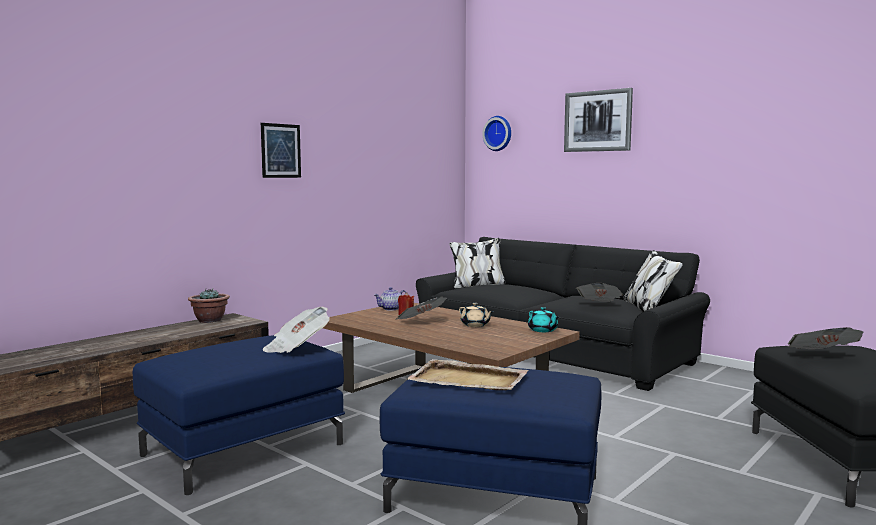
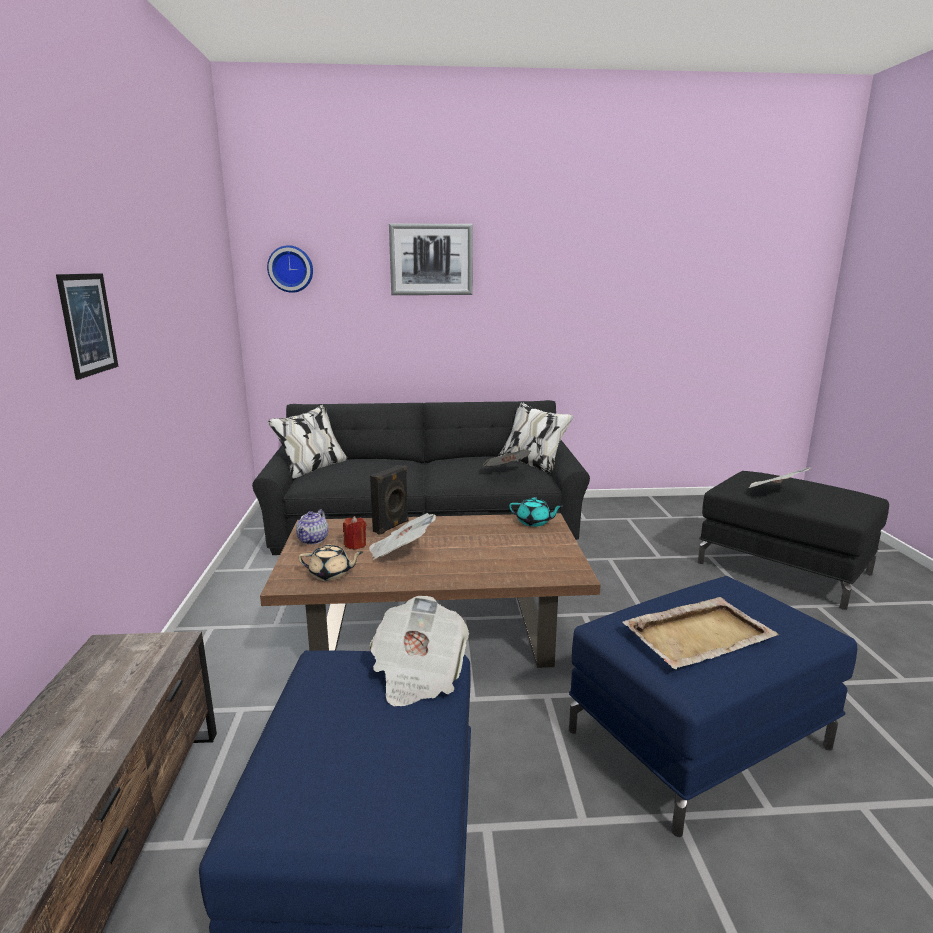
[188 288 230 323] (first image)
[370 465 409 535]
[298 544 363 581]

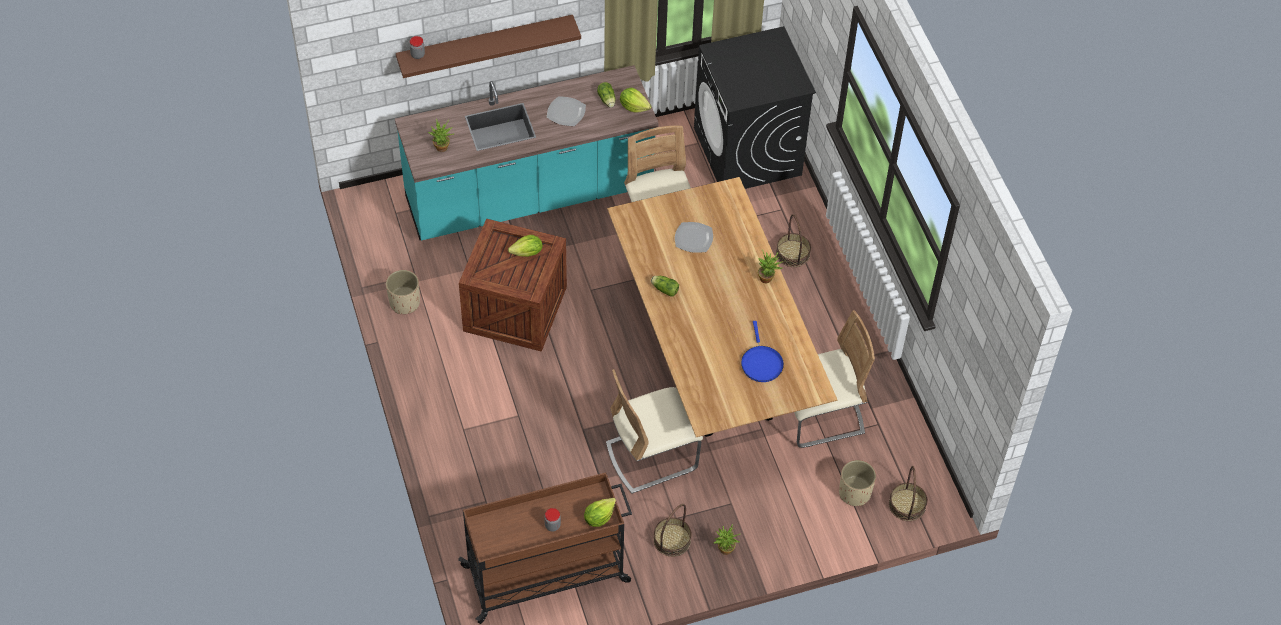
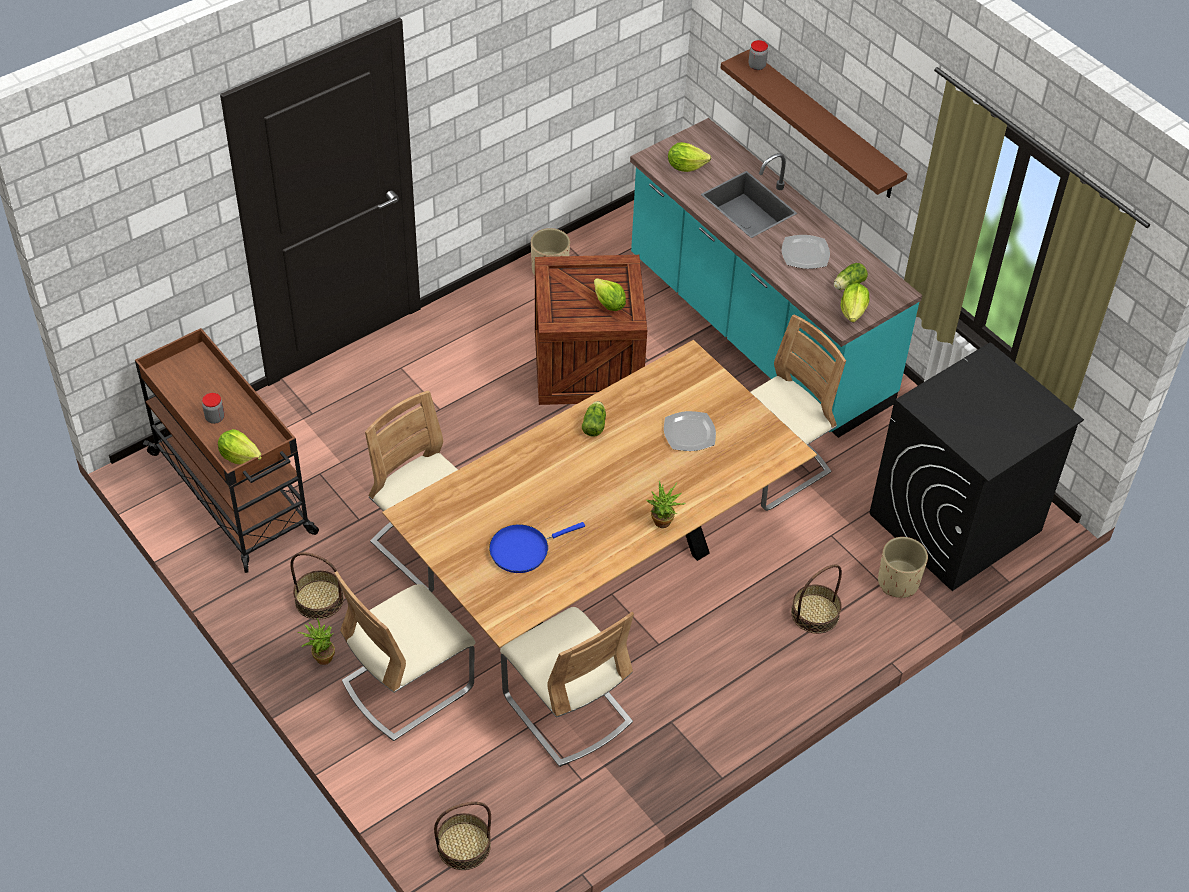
[335 571 475 741]
[878 537 928 598]
[668 142 711 172]

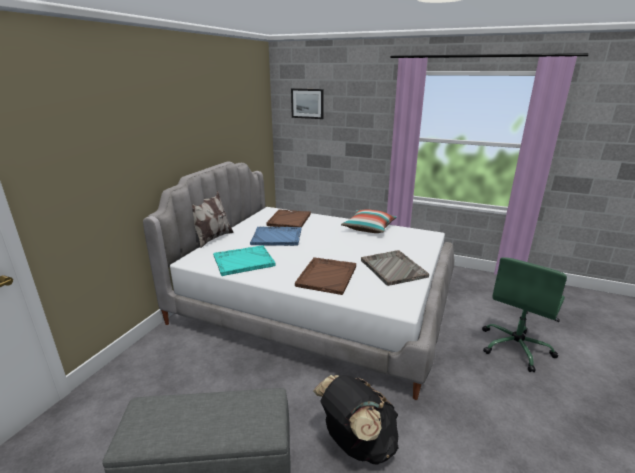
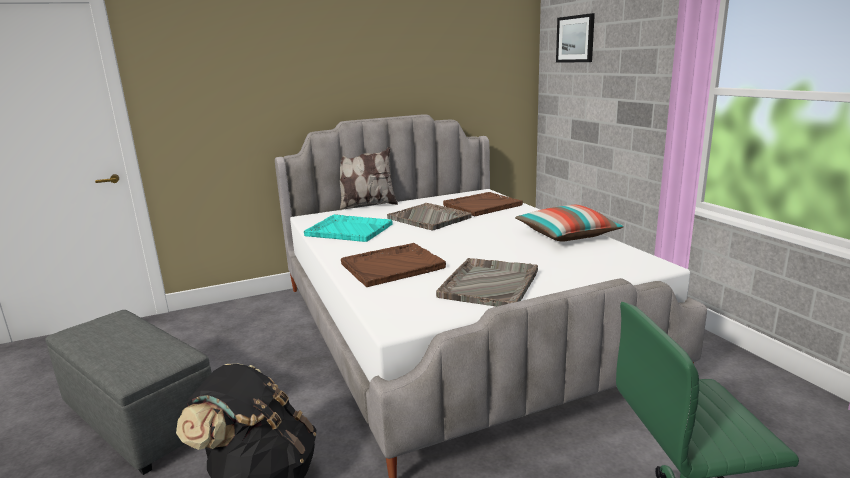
[387 203 472 231]

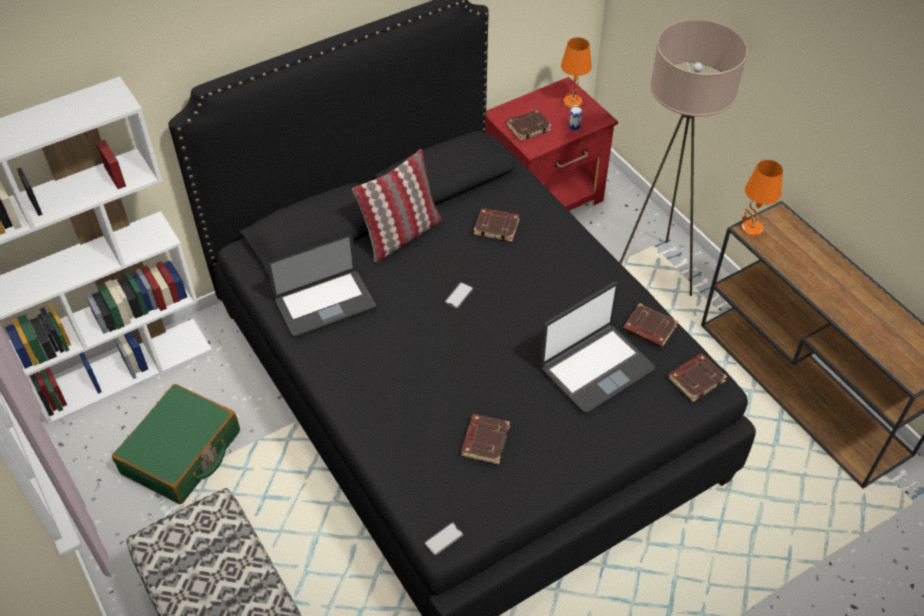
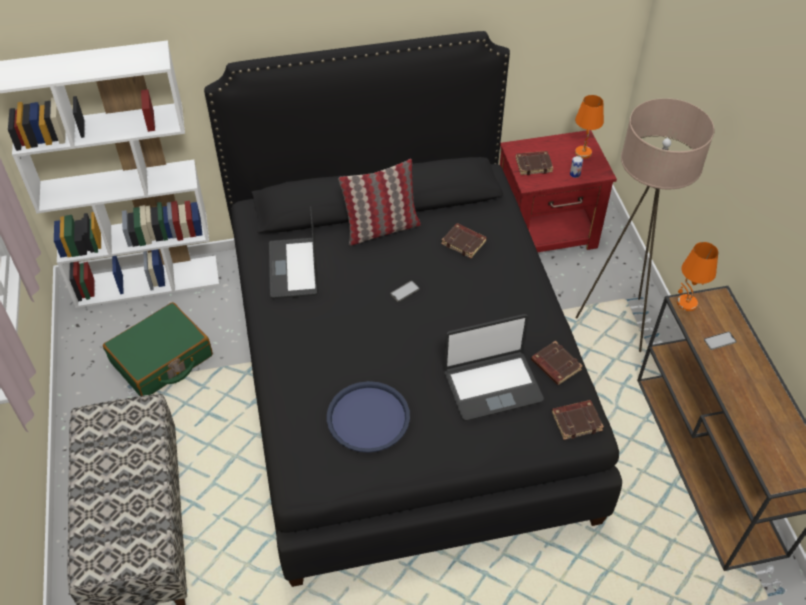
[704 331 737 350]
[327 381 410 453]
[269 206 318 299]

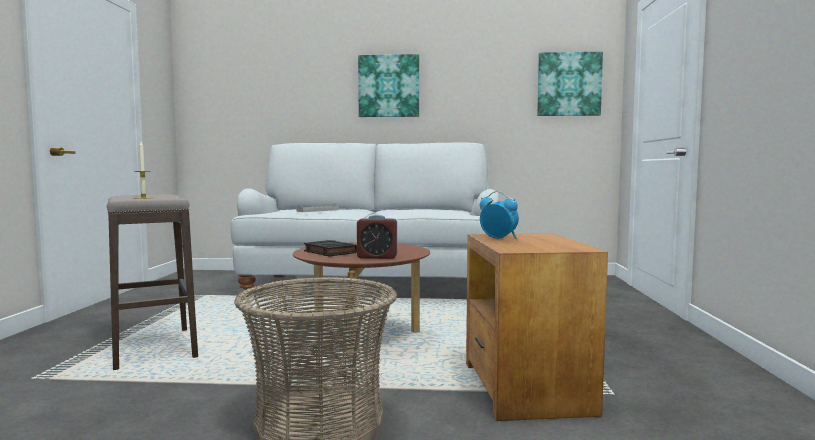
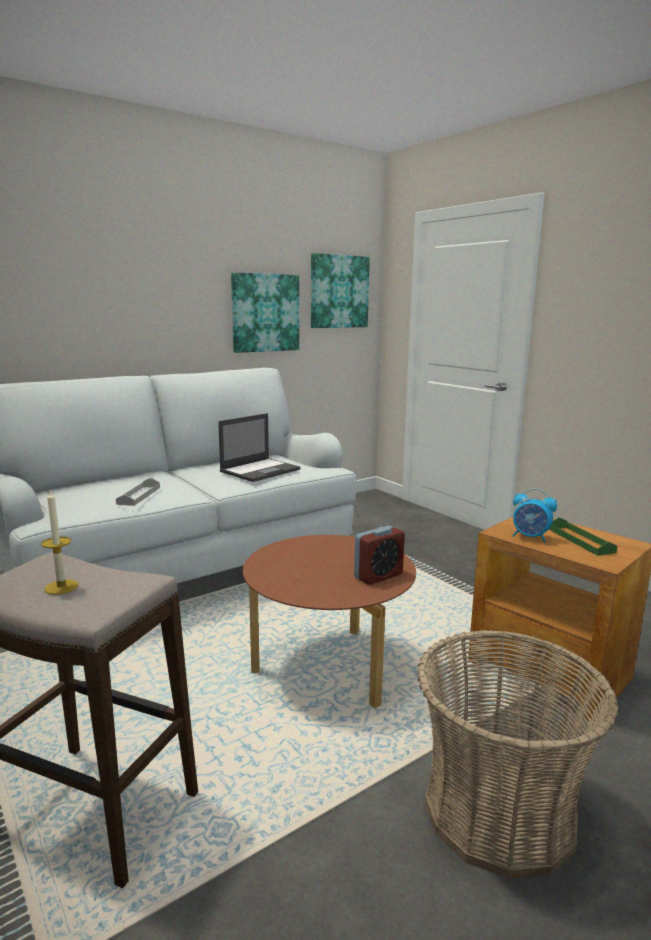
[304 240 357 257] (first image)
[218 413 301 482]
[549 517 617 556]
[231 272 299 353]
[513 488 557 543]

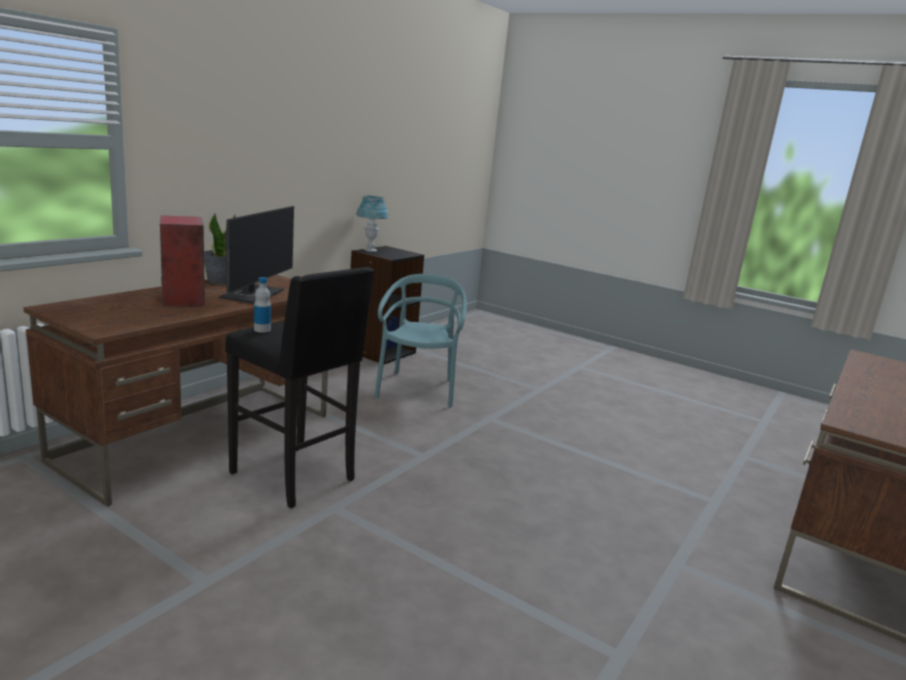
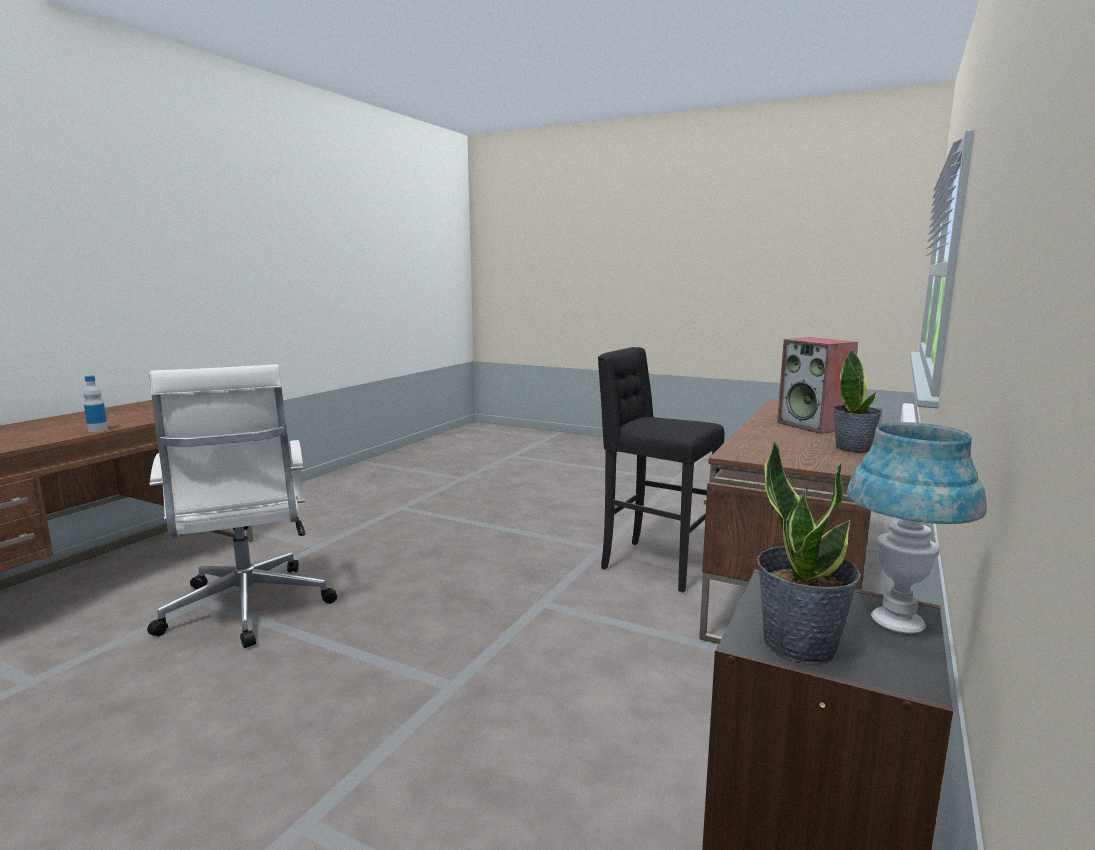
[219 206 294 304] (first image)
[375 274 467 408] (first image)
[147 364 337 648]
[757 440 861 665]
[83 375 108 432]

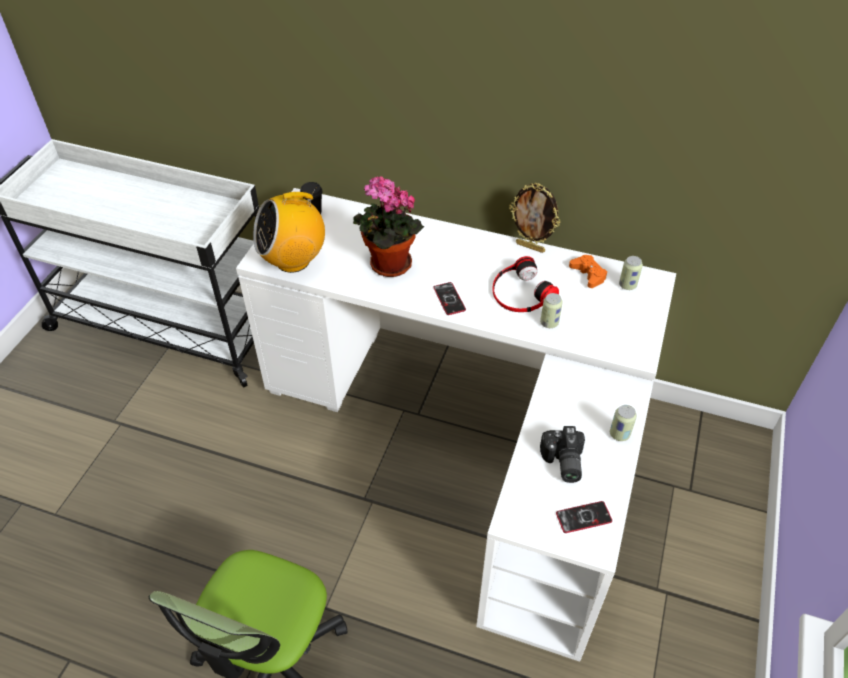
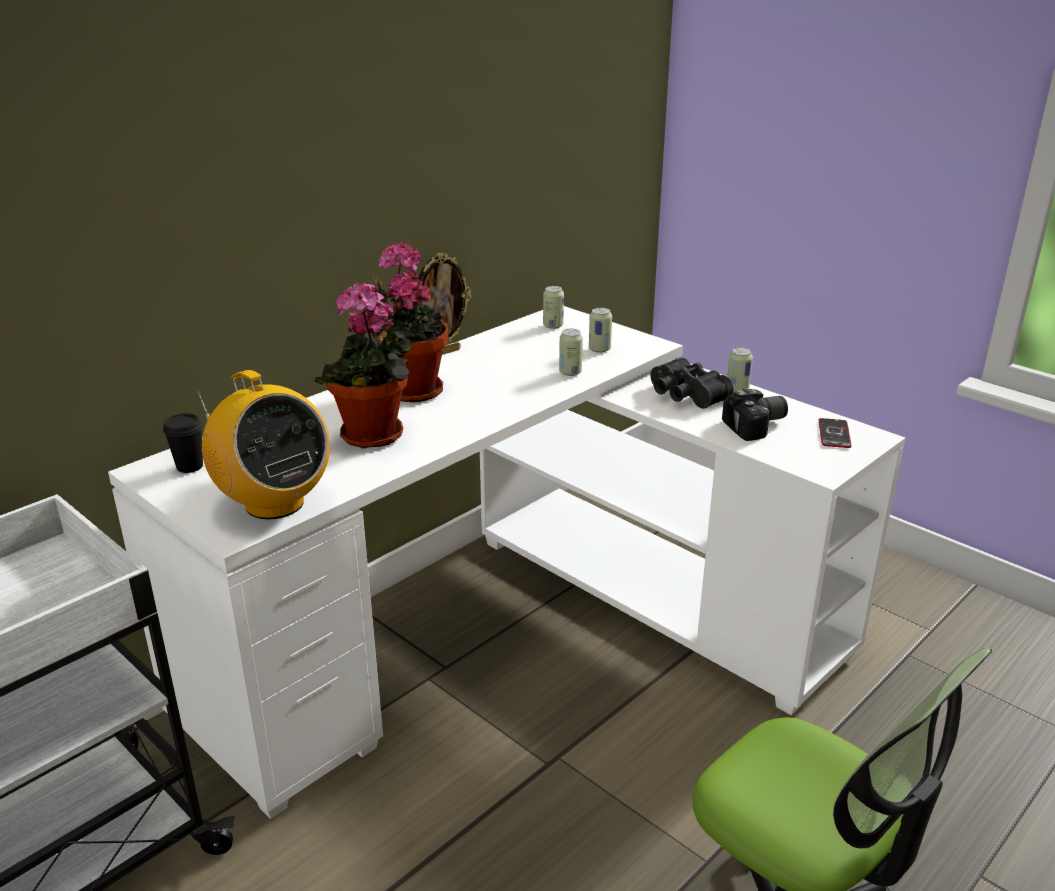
[433 282 466 315] (first image)
[492 256 559 312] (first image)
[569 255 607 288] (first image)
[372 242 449 402]
[589 308 612 353]
[650 358 734 409]
[197 370 330 519]
[722 389 788 441]

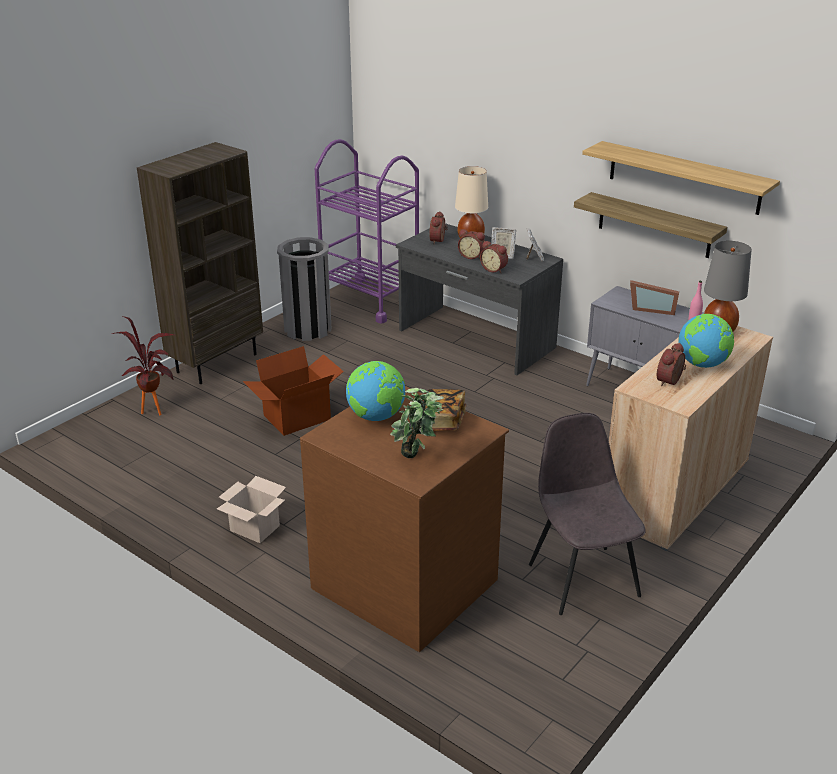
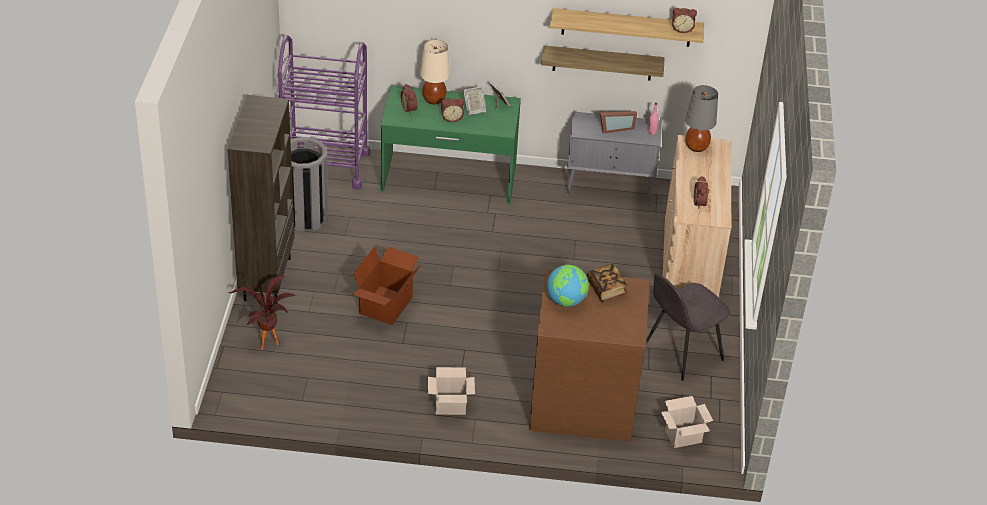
[390 388 444 458] (first image)
[678 314 734 368] (first image)
[661 396 713 448]
[672 8 697 33]
[381 85 521 205]
[646 273 730 381]

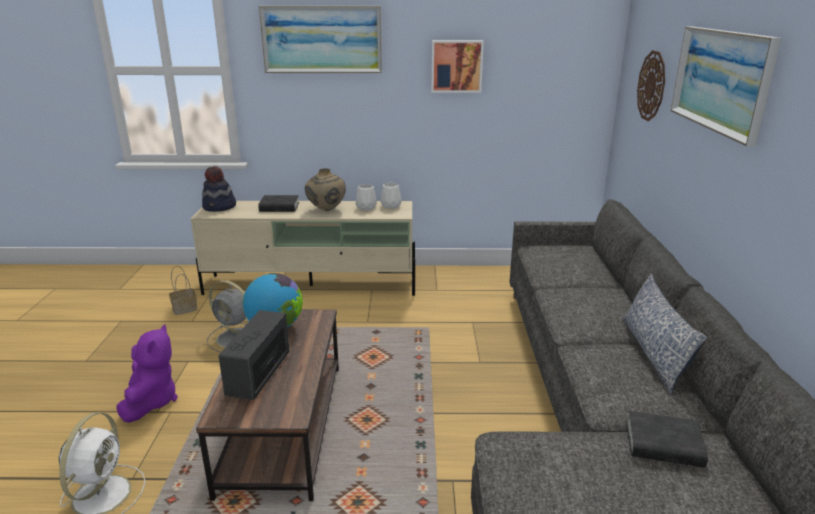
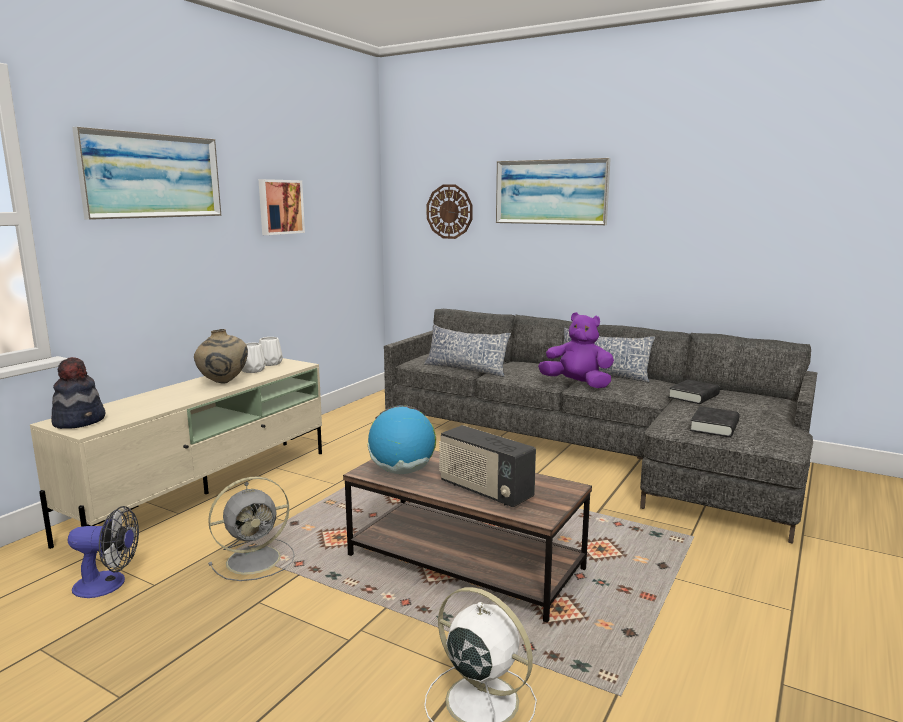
[424 324 511 377]
[538 312 614 388]
[690 406 740 437]
[68 506 139 598]

